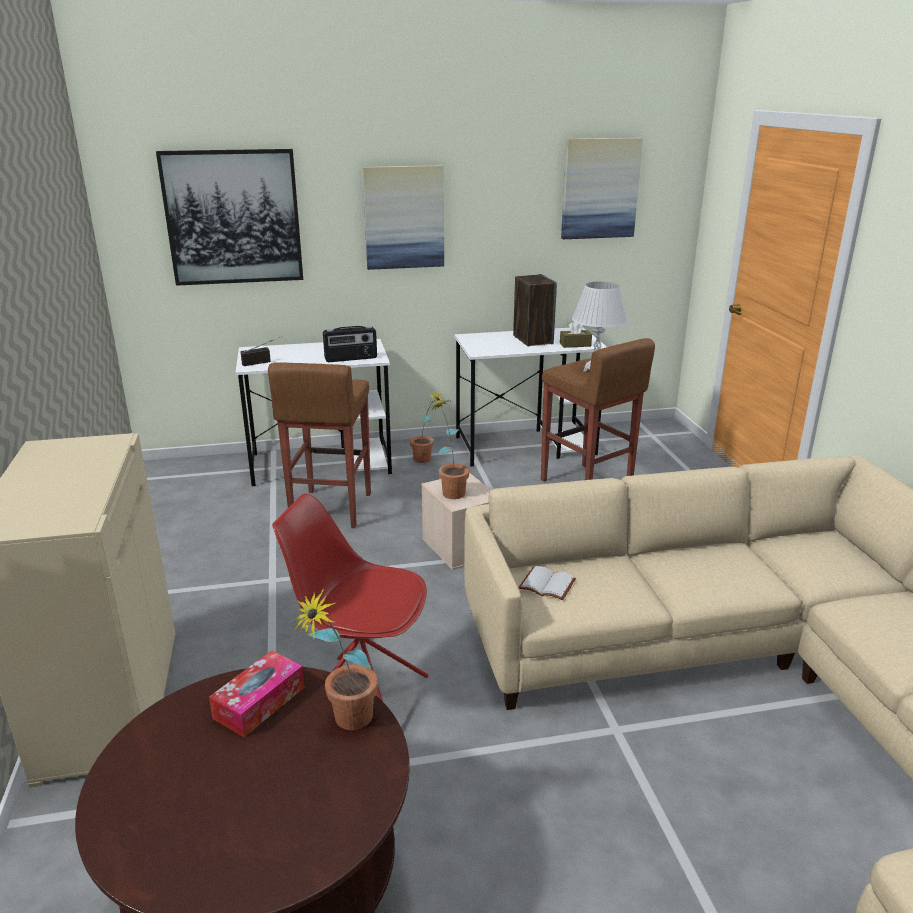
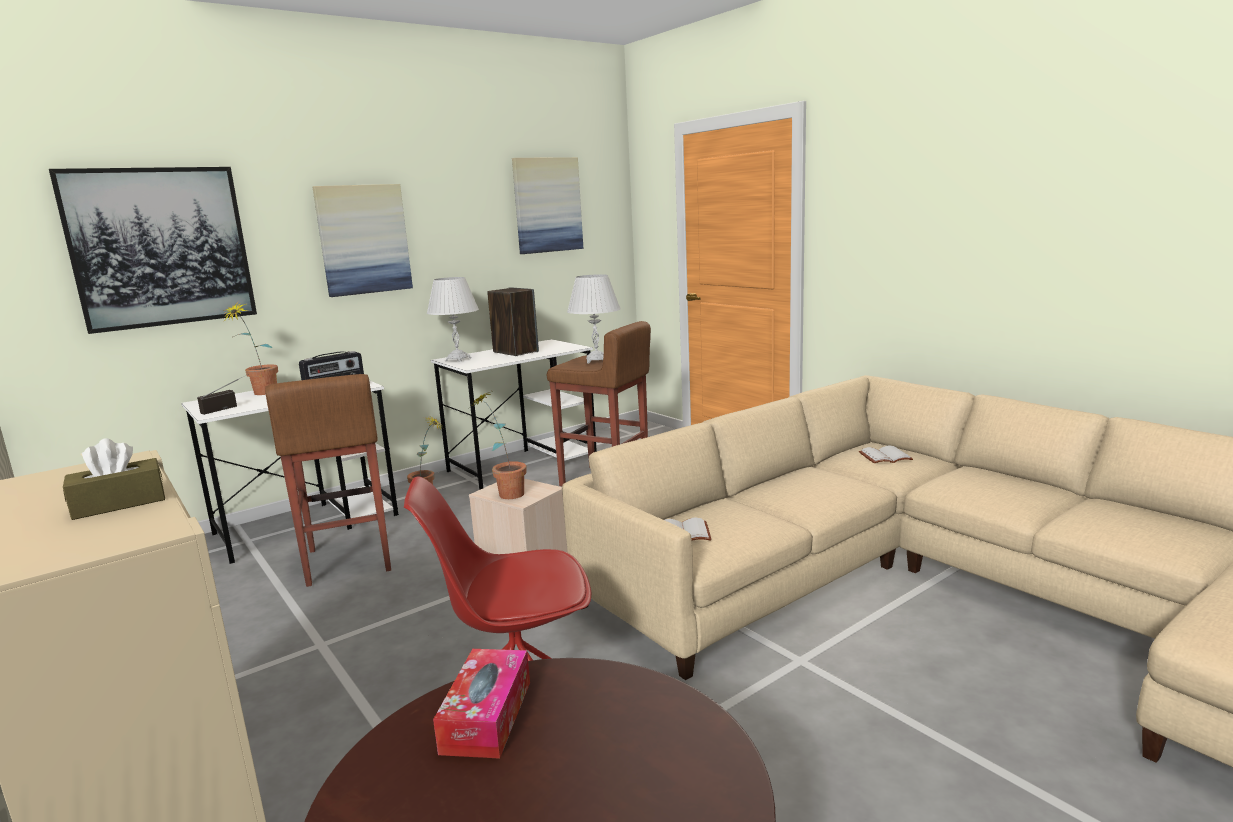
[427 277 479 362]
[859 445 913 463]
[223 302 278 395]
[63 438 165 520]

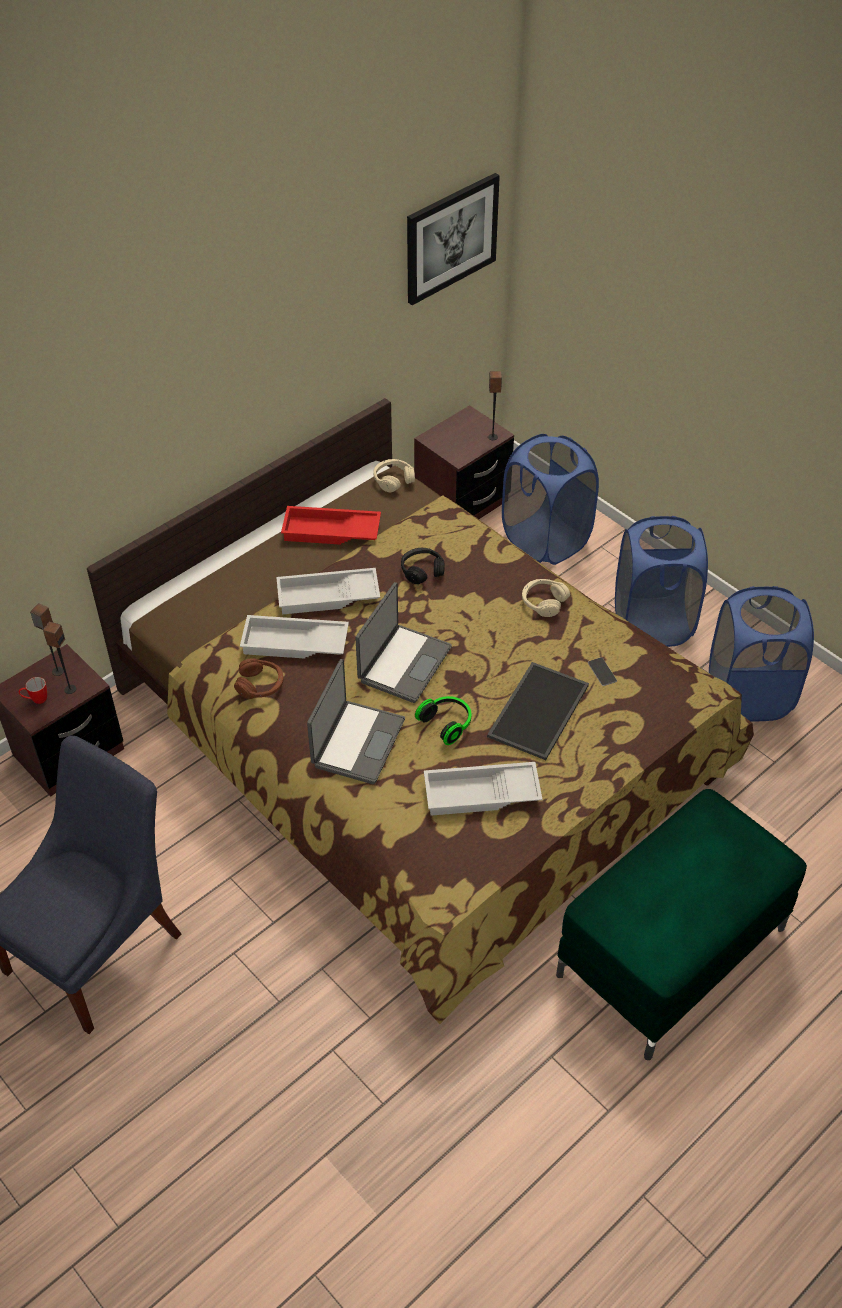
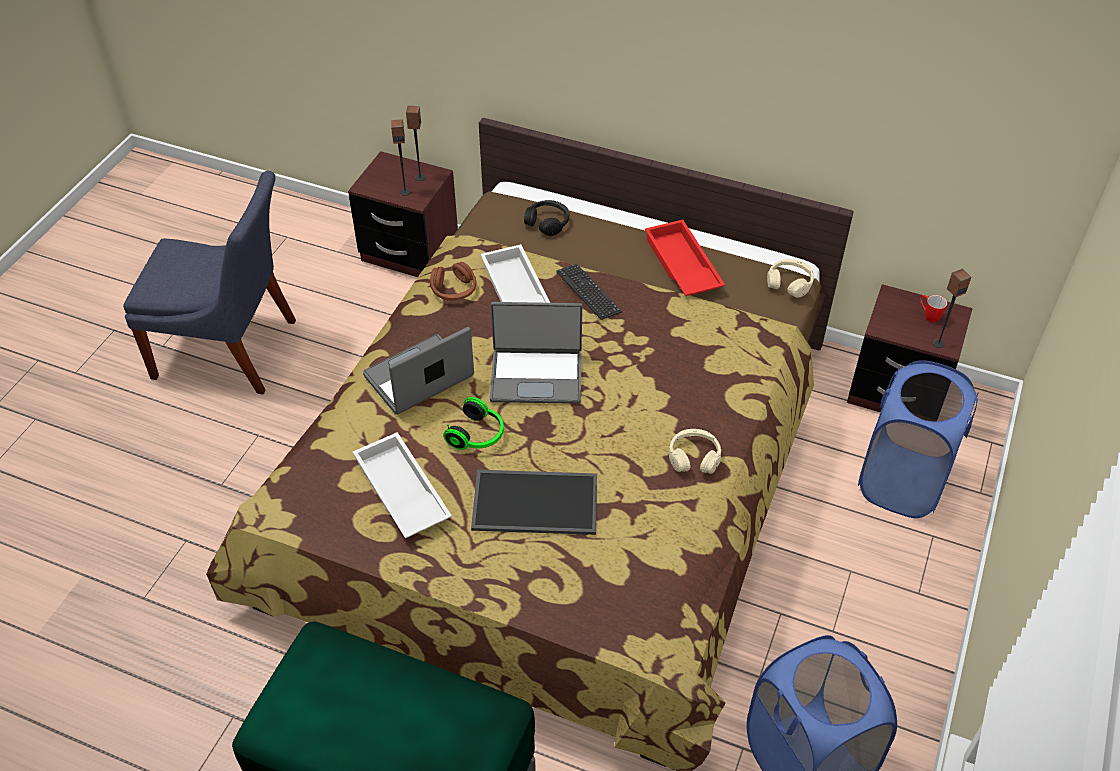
[407 173 500 305] (first image)
[588 657 617 686] (first image)
[615 516 708 647] (first image)
[920 295 947 322]
[524 200 570 236]
[556 264 622 320]
[363 327 474 415]

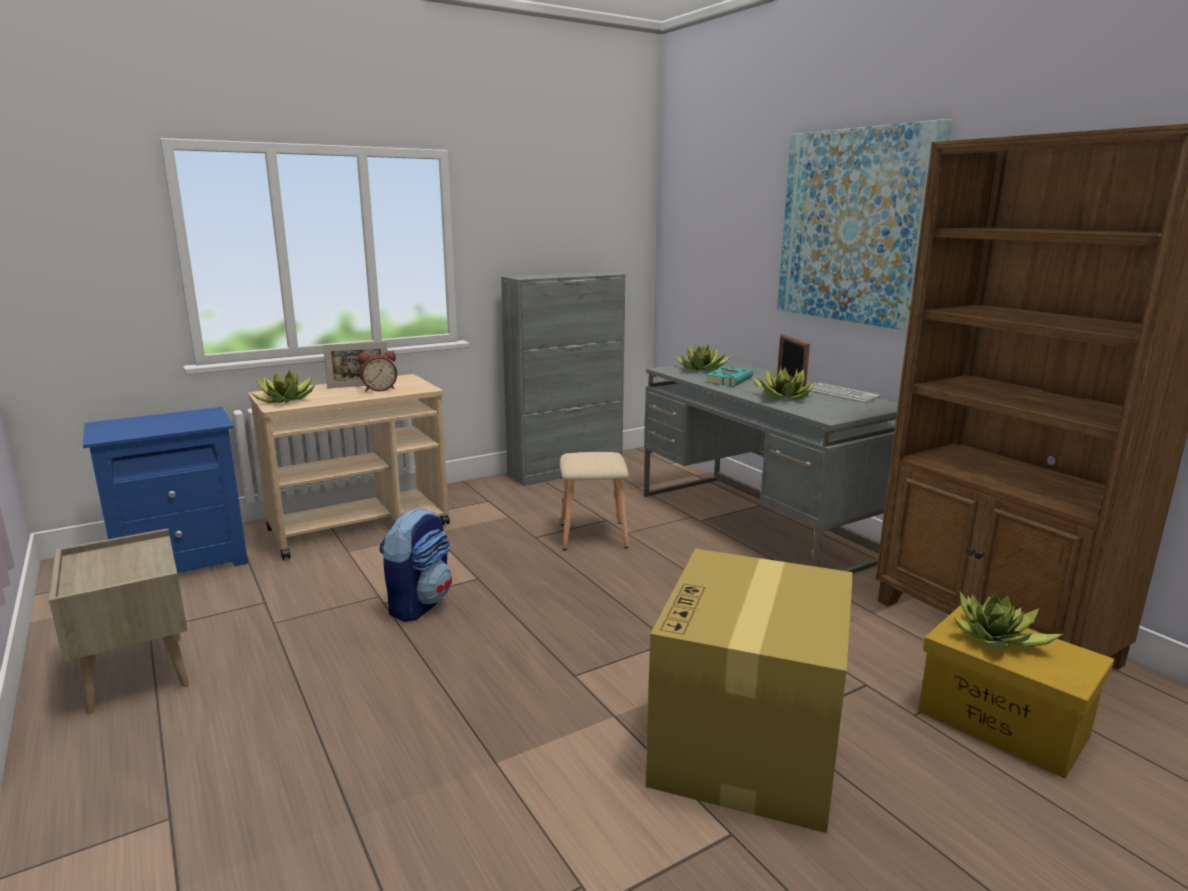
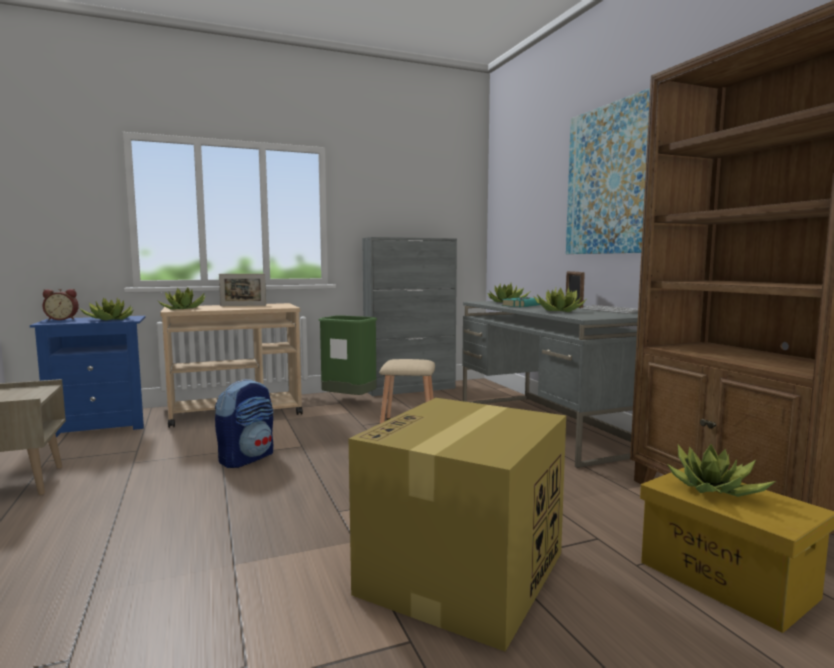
[79 297 133 320]
[318 315 377 395]
[42 289 79 320]

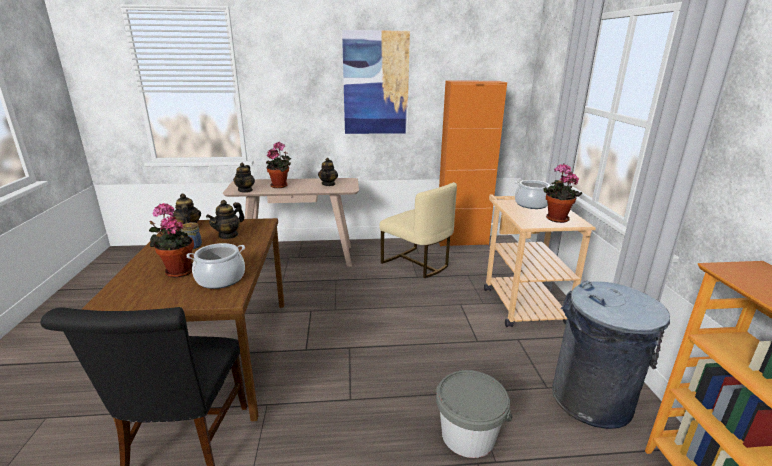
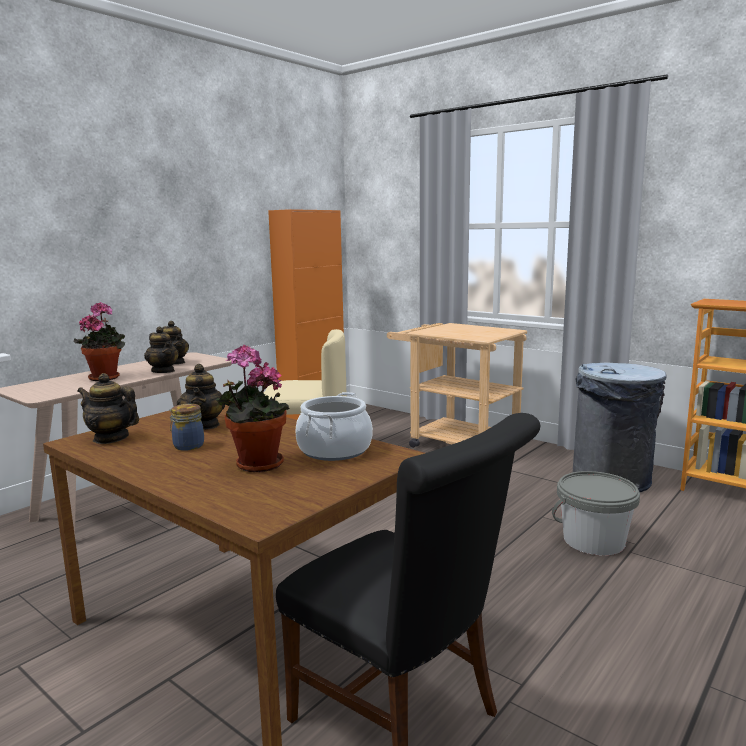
[342 30 410 134] (first image)
[515 180 555 209] (first image)
[543 164 582 223] (first image)
[144 327 179 373]

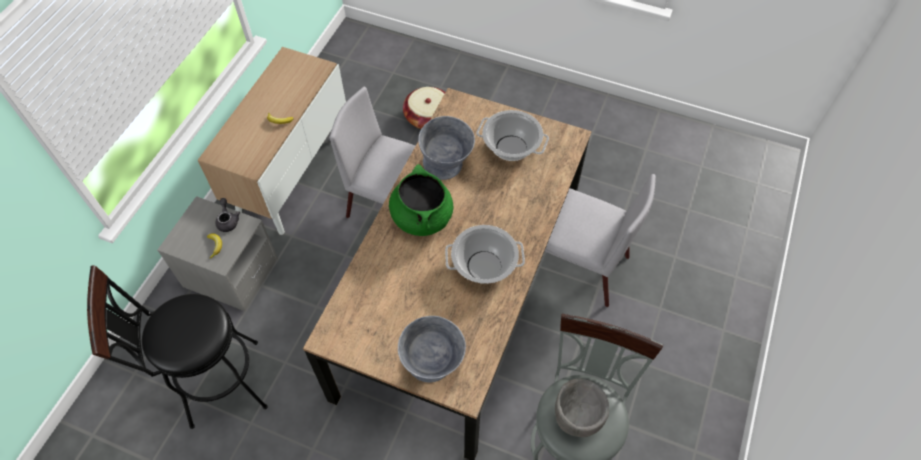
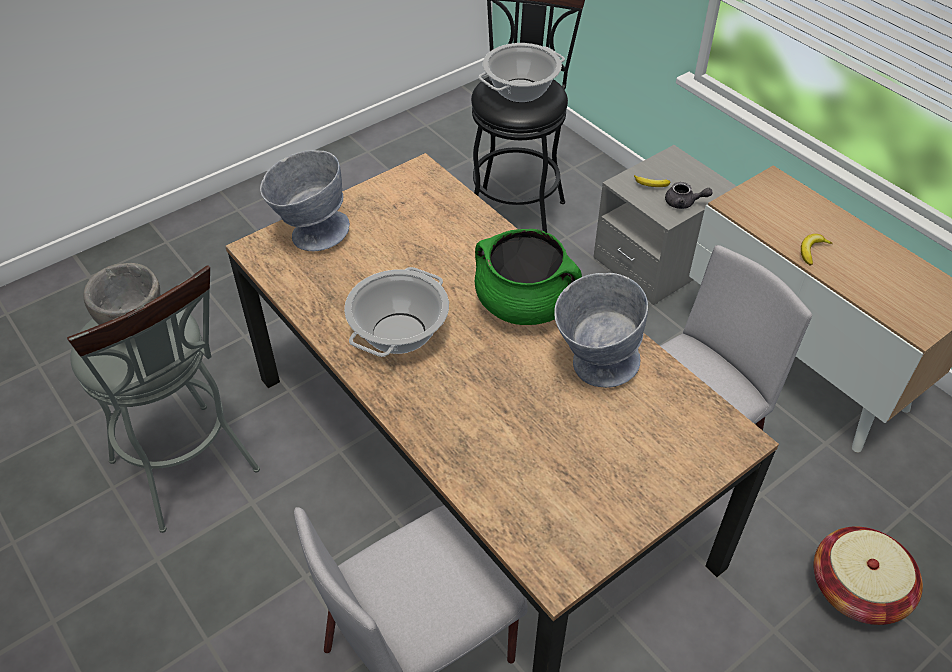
[478 43 565 103]

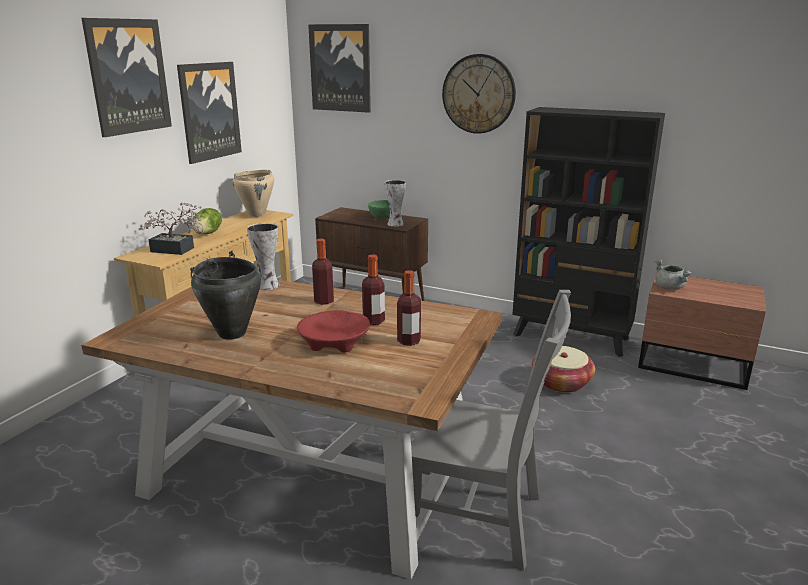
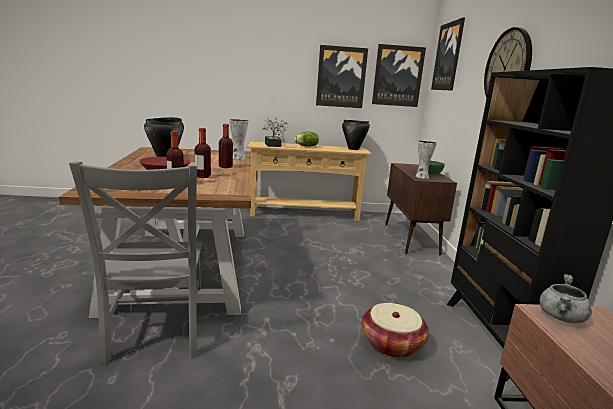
[372 44 426 107]
[342 120 370 150]

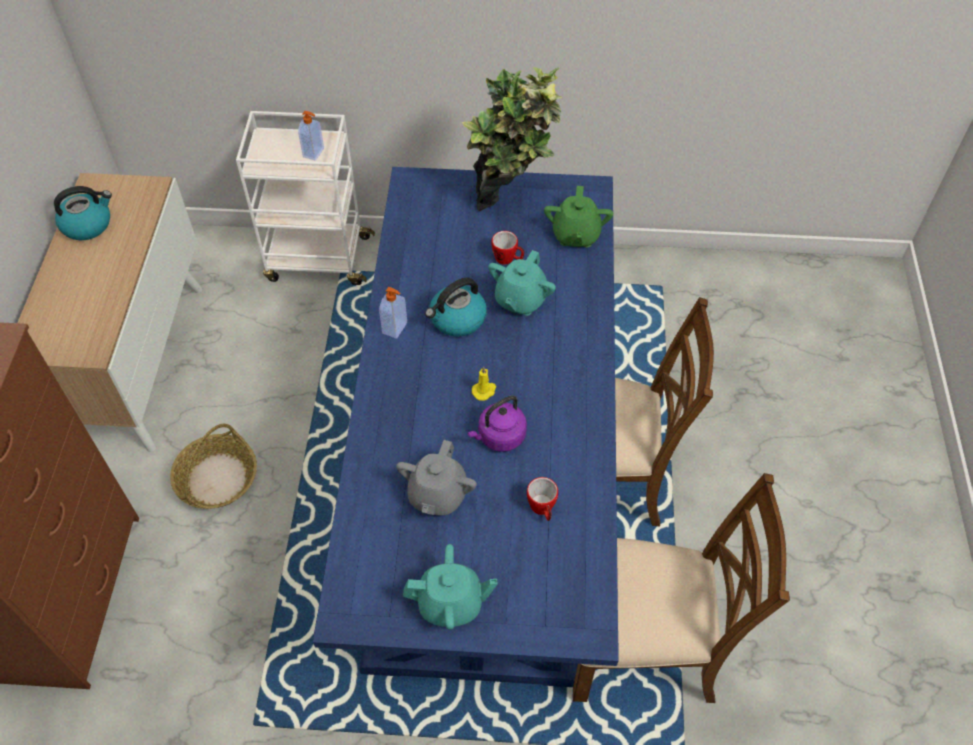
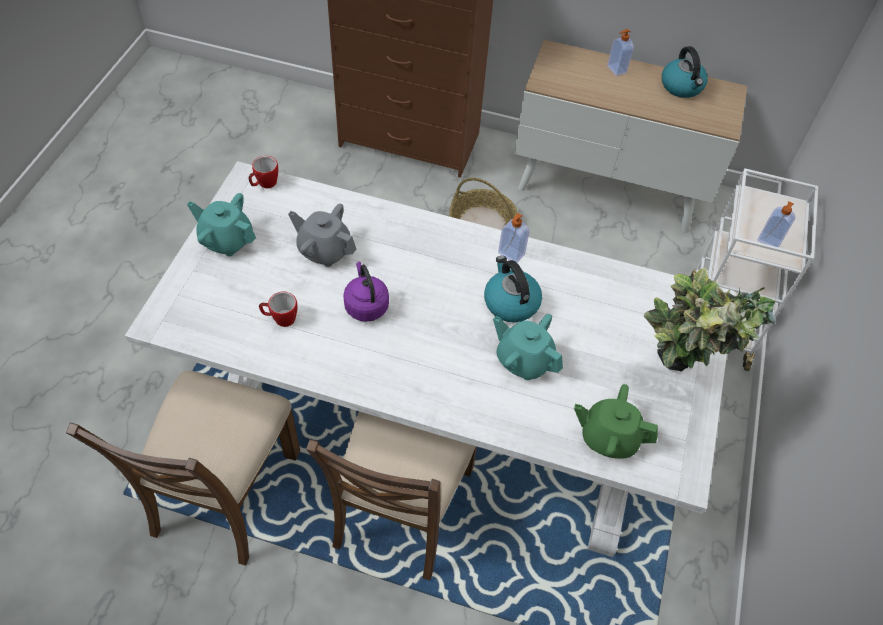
[472 367 496 401] (first image)
[607 29 634 76]
[249 156 278 188]
[125 161 735 557]
[187 193 256 256]

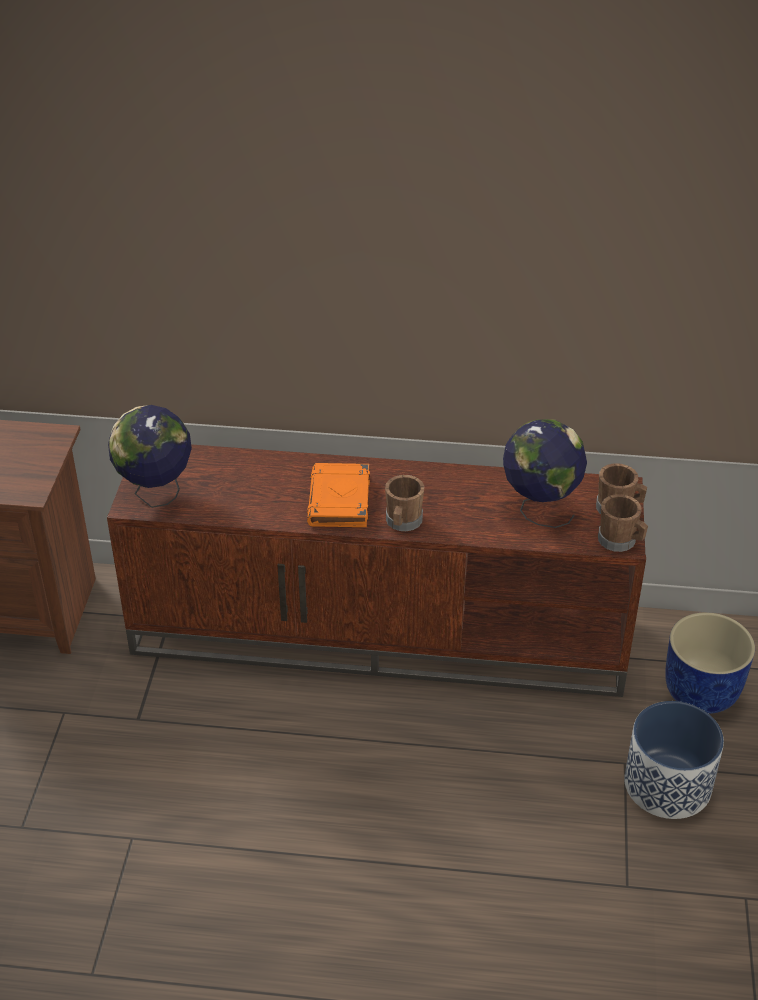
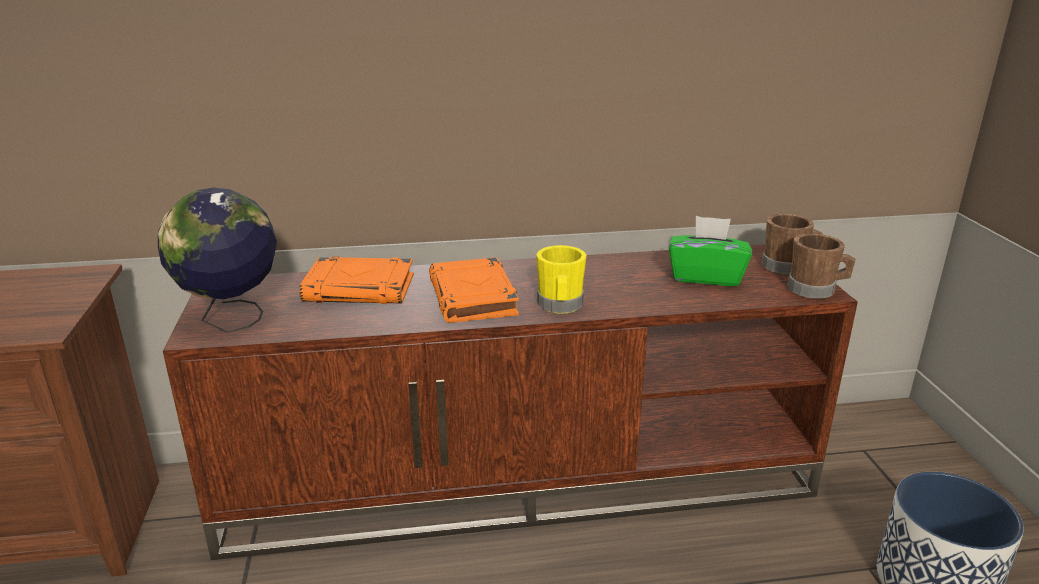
[665 612 755 714] (first image)
[299 256 414 304]
[669 216 752 286]
[536 245 587 314]

